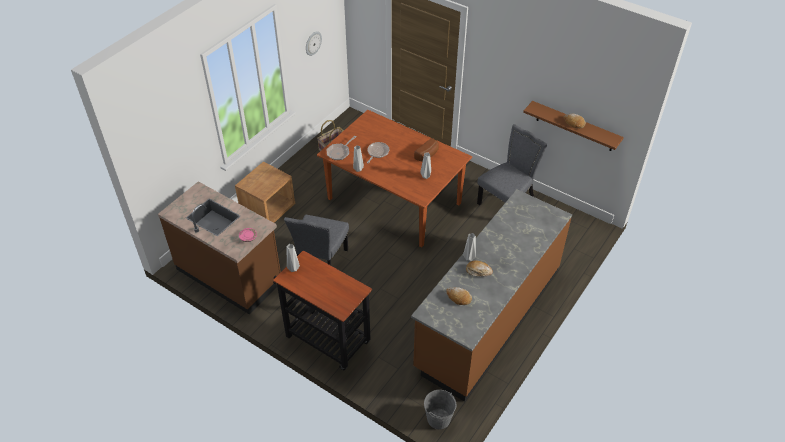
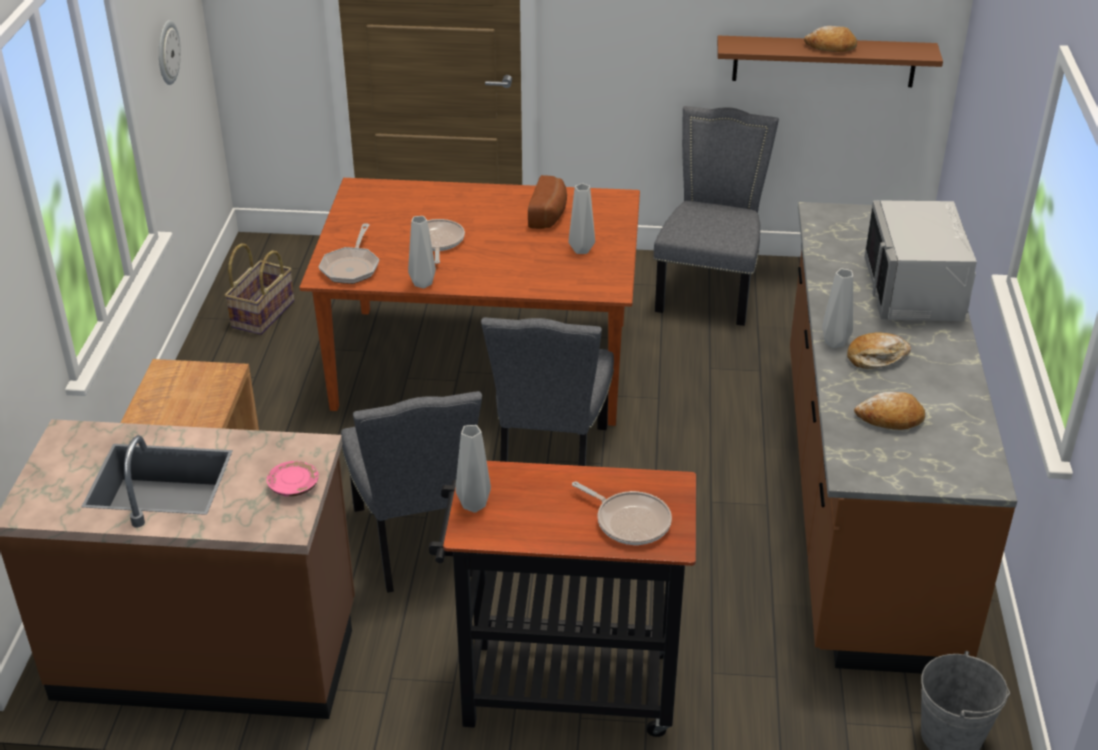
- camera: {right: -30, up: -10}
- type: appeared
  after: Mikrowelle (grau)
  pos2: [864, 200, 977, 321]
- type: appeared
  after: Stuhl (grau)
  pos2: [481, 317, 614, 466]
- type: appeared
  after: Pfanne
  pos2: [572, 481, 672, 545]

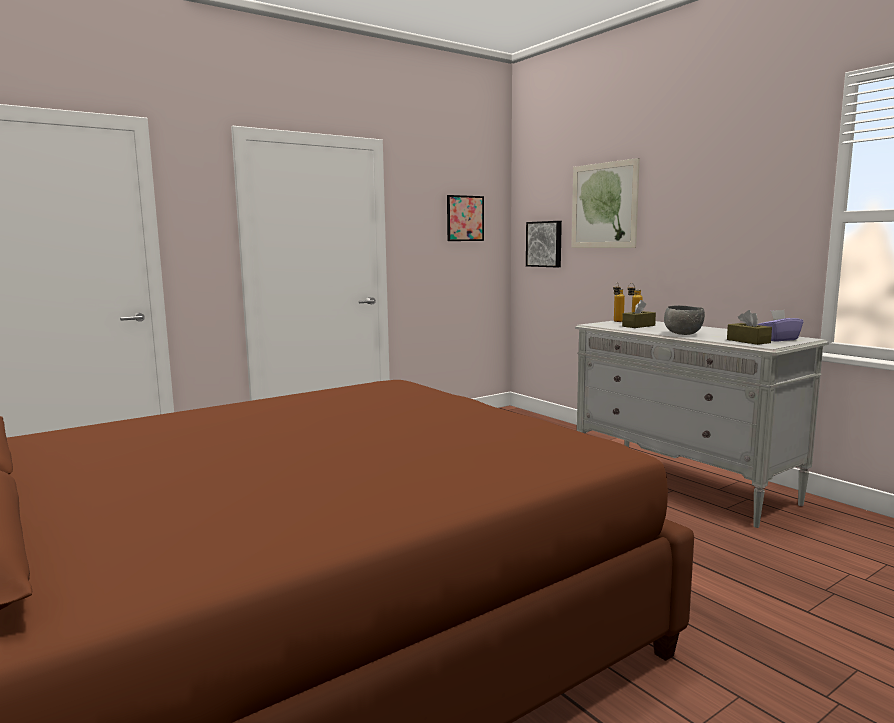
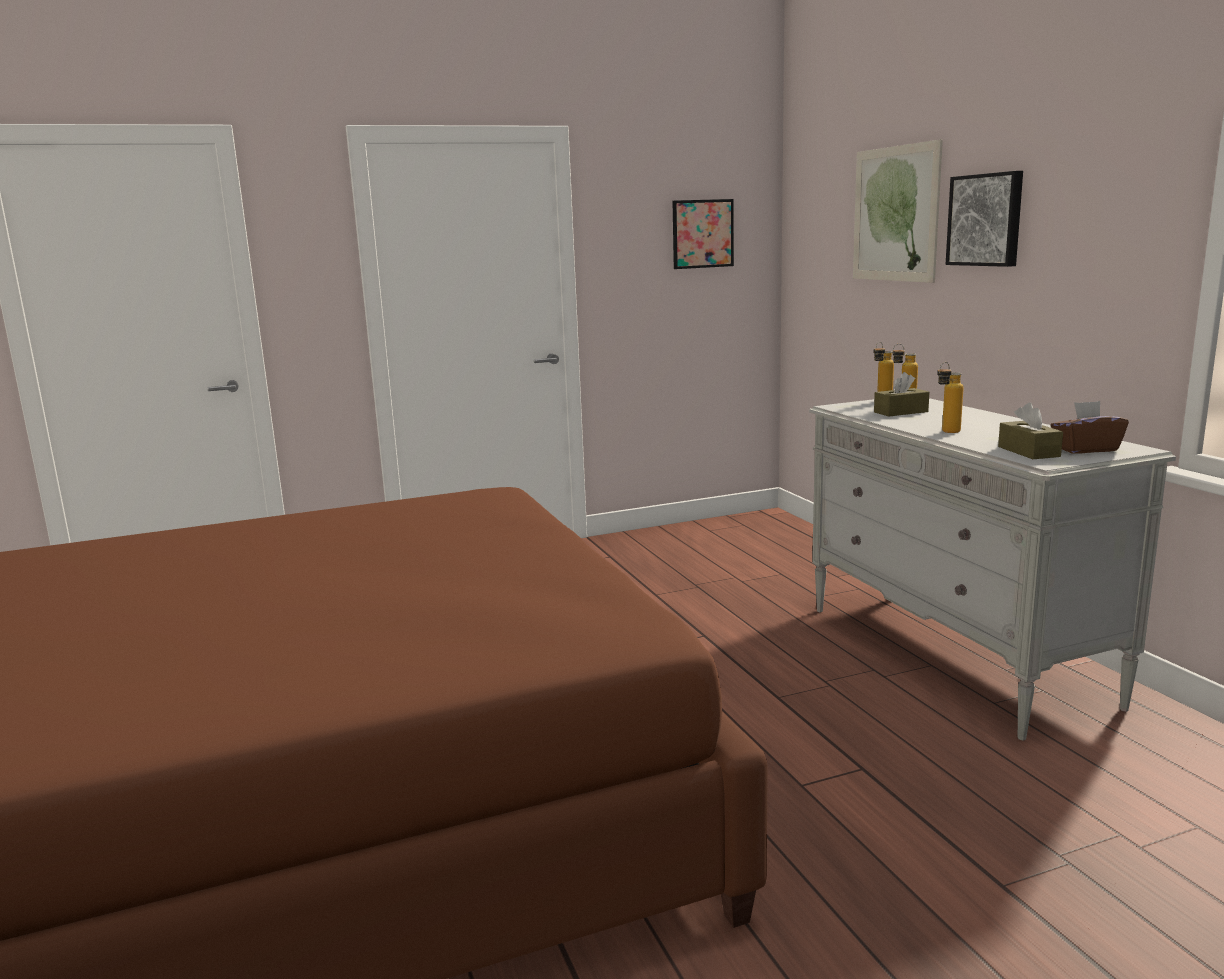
- camera: {right: 15, up: 5}
- type: relocated
  before: Bild
  pos1: [526, 221, 562, 267]
  pos2: [946, 171, 1023, 267]
- type: exchanged
  before: Schüssel (grau)
  after: Flasche
  pos1: [664, 305, 705, 335]
  pos2: [937, 362, 963, 433]
- type: colour
  before: Taschentuchbox (lila)
  after: Taschentuchbox (braun)
  pos1: [757, 310, 803, 341]
  pos2: [1050, 401, 1129, 454]

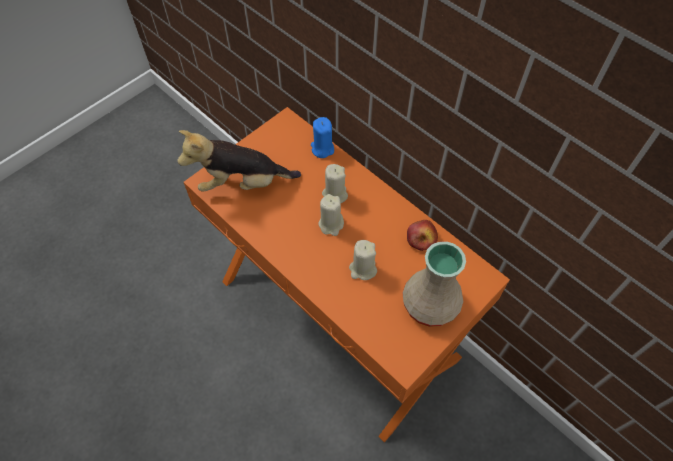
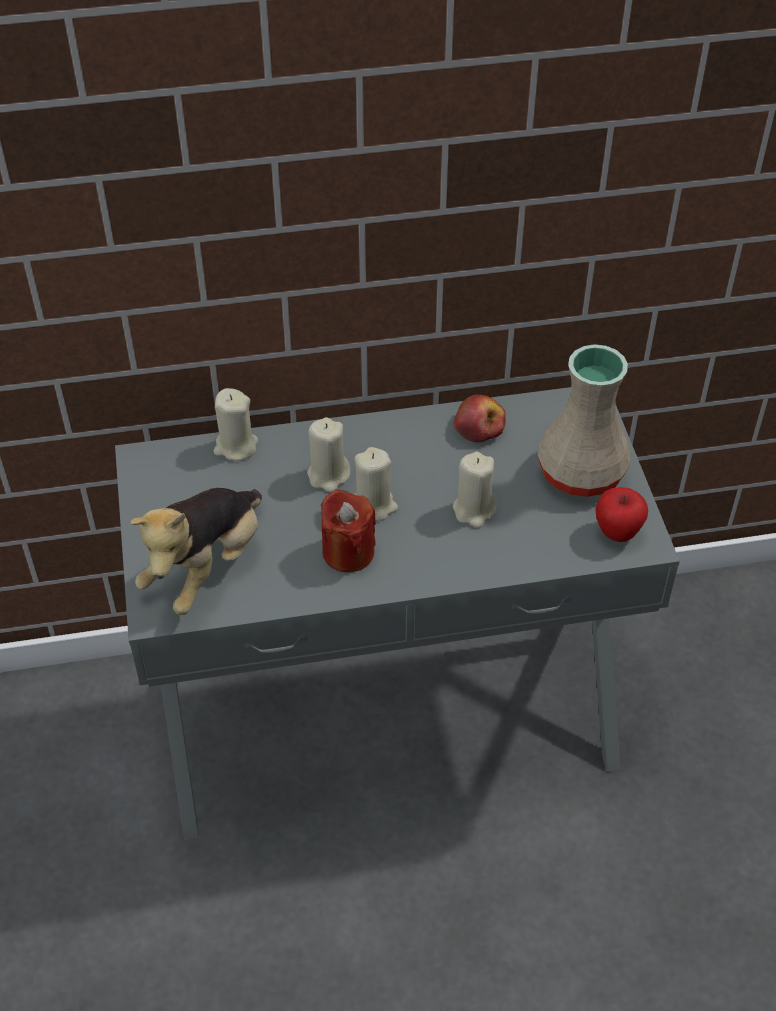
- camera: {right: -55, up: -10}
- type: colour
  before: Konsolentisch (orange)
  after: Konsolentisch (grau)
  pos1: [183, 107, 510, 442]
  pos2: [115, 387, 680, 841]
- type: colour
  before: Kerze (blau)
  after: Kerze (beige)
  pos1: [311, 117, 334, 158]
  pos2: [214, 388, 258, 461]
- type: appeared
  after: Apfel
  pos2: [596, 487, 648, 542]
- type: appeared
  after: Kerze (rot)
  pos2: [321, 489, 376, 572]

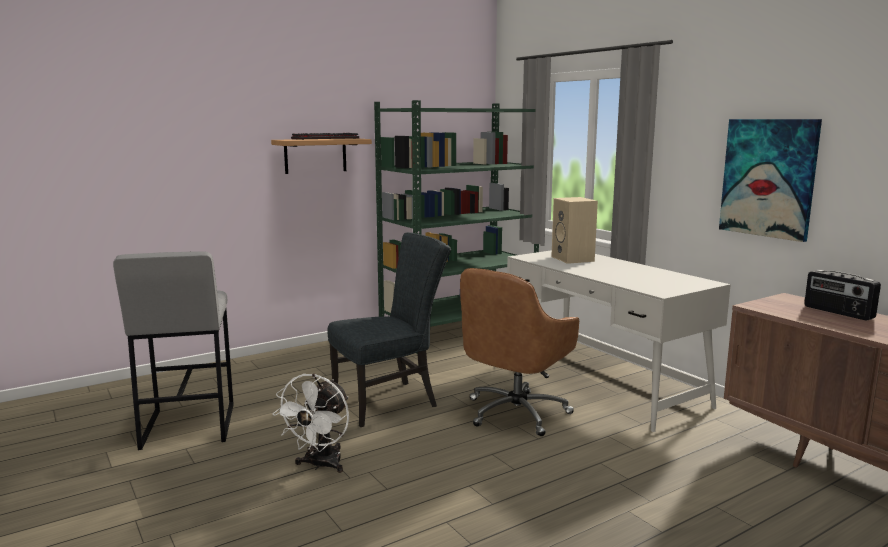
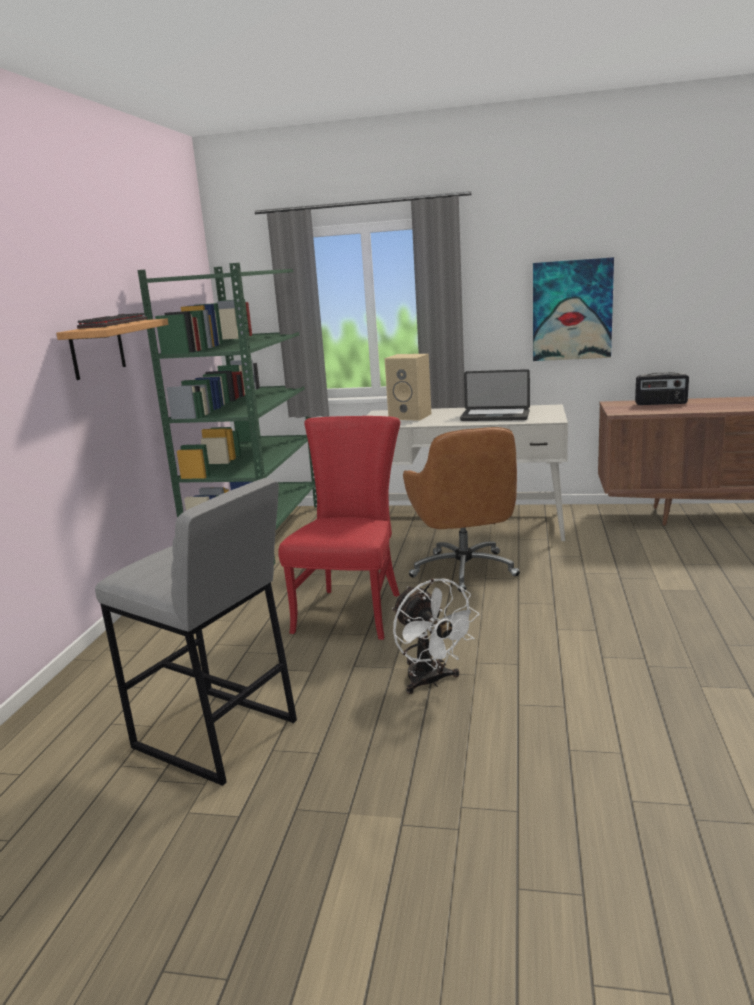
- camera: {right: -45, up: 5}
- type: colour
  before: Stuhl (grau)
  after: Stuhl (rot)
  pos1: [327, 232, 452, 427]
  pos2: [278, 416, 400, 640]
- type: appeared
  after: Laptop
  pos2: [460, 369, 530, 421]

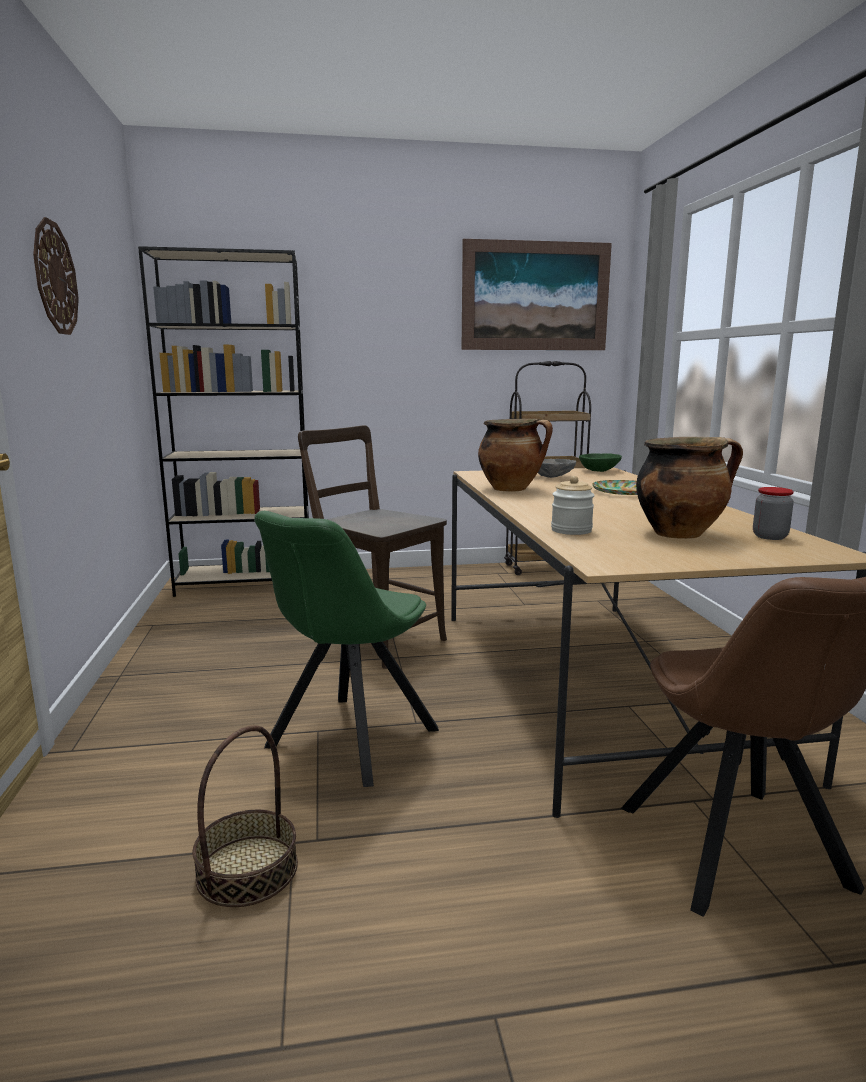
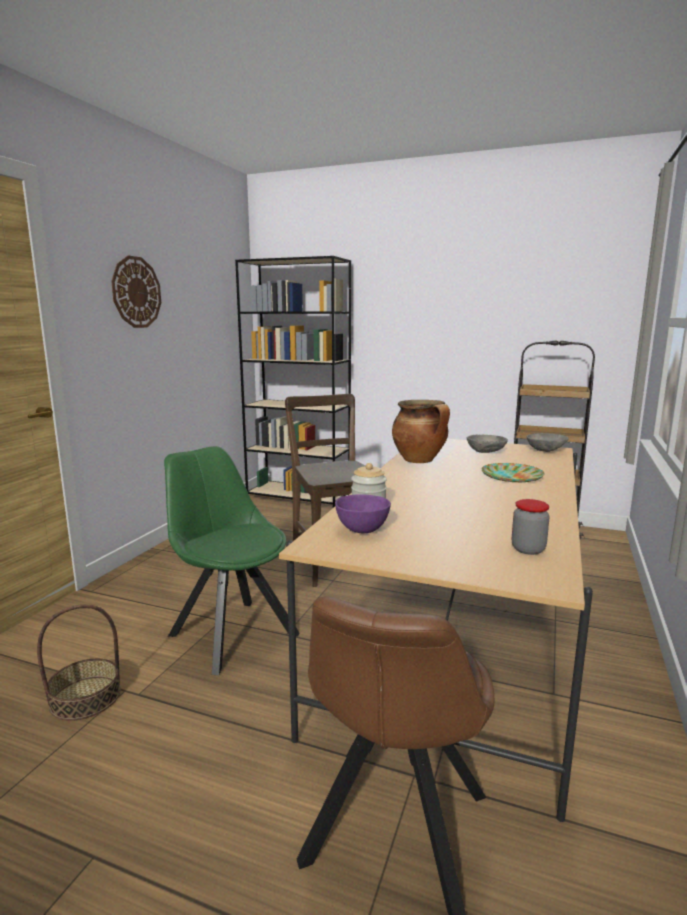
- camera: {right: 30, up: 0}
- type: missing
  before: Bild
  pos1: [462, 239, 612, 350]
- type: missing
  before: Kochtopf
  pos1: [636, 437, 743, 539]
- type: colour
  before: Schüssel (grün)
  after: Schüssel (grau)
  pos1: [579, 453, 622, 472]
  pos2: [527, 433, 569, 452]
- type: spun
  before: Stuhl (grün)
  pos1: [254, 511, 439, 787]
  pos2: [164, 446, 300, 675]
  turn: 75
- type: appeared
  after: Schüssel (lila)
  pos2: [335, 494, 391, 533]

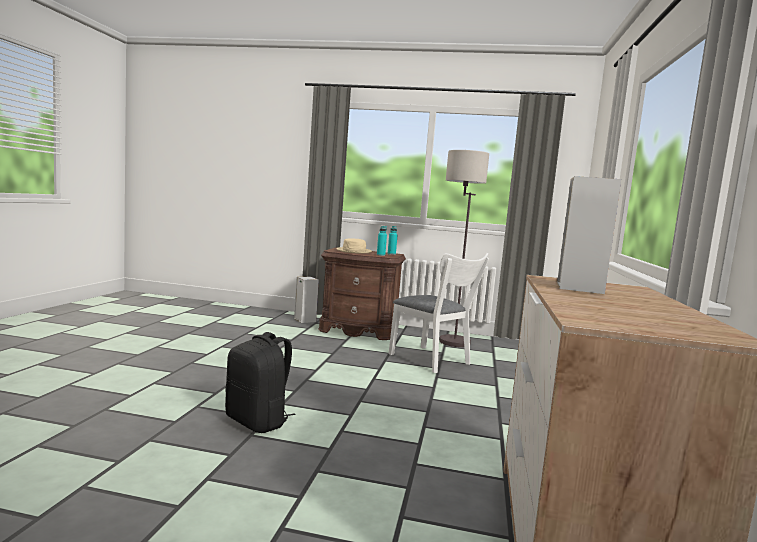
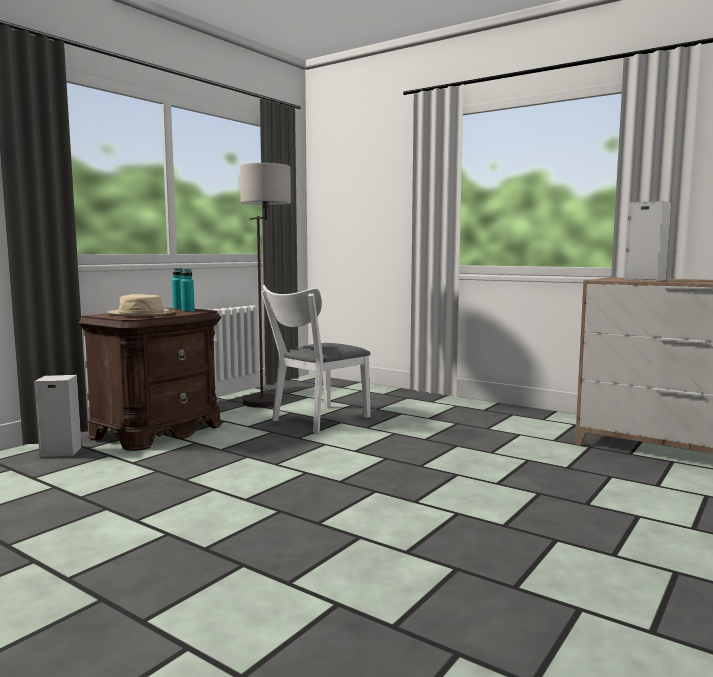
- camera: {right: -65, up: 0}
- type: spun
  before: Stuhl (weiß)
  pos1: [389, 253, 489, 373]
  pos2: [261, 285, 371, 433]
  turn: 150
- type: missing
  before: Rucksack (schwarz)
  pos1: [225, 332, 296, 433]

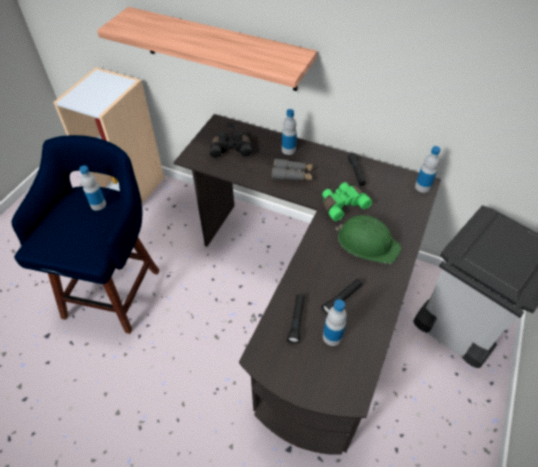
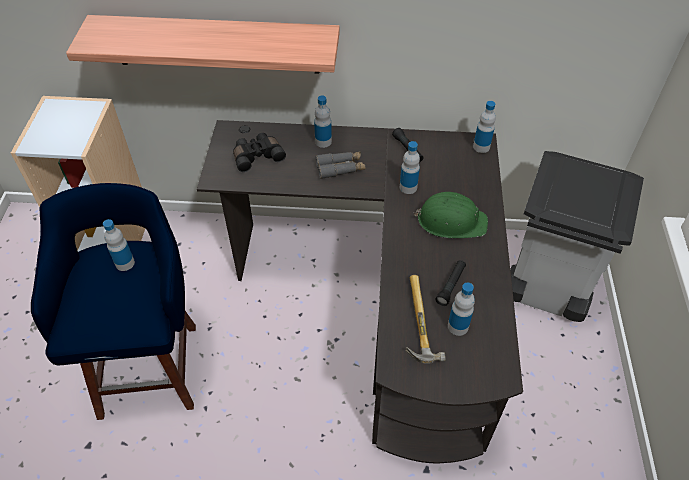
- camera: {right: -20, up: 0}
- type: exchanged
  before: Fernglas (grün)
  after: Flasche
  pos1: [322, 182, 372, 221]
  pos2: [400, 141, 420, 194]
- type: exchanged
  before: Taschenlampe (schwarz)
  after: Hammer
  pos1: [287, 294, 305, 344]
  pos2: [405, 275, 446, 364]

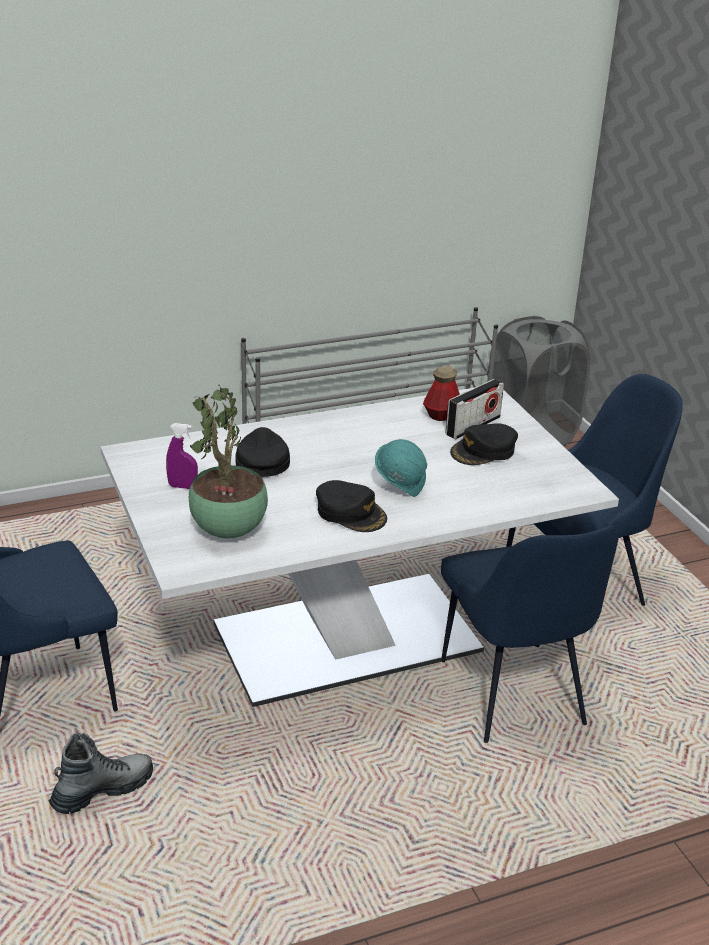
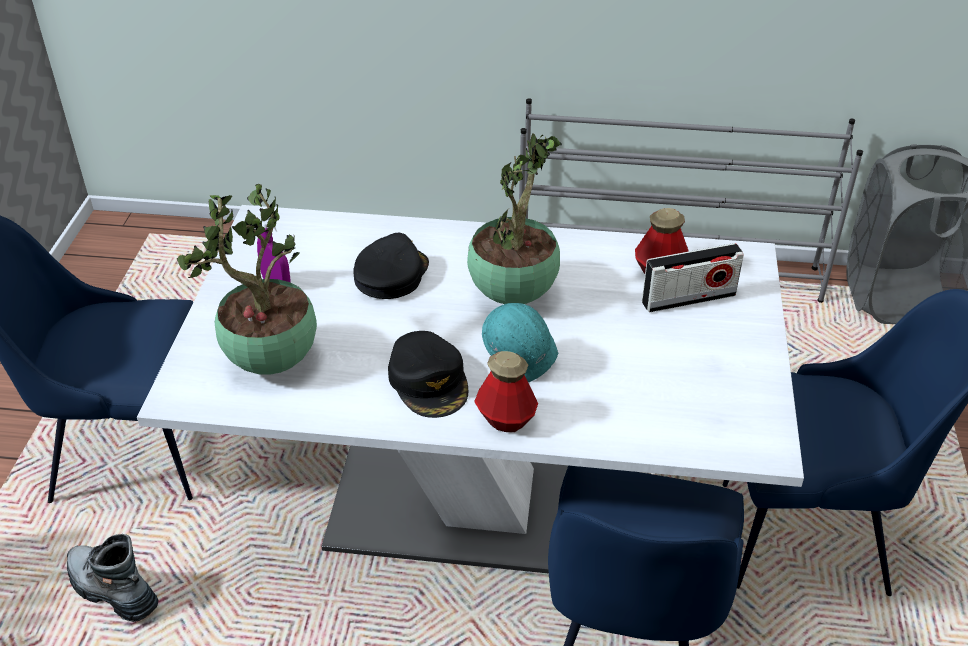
- camera: {right: 30, up: 10}
- type: missing
  before: Kappe (schwarz)
  pos1: [450, 423, 518, 465]
- type: spun
  before: Stiefel
  pos1: [49, 733, 153, 814]
  pos2: [67, 534, 158, 622]
  turn: -135
- type: appeared
  after: Topfpflanze
  pos2: [467, 133, 562, 304]
- type: appeared
  after: Flasche
  pos2: [474, 351, 538, 432]

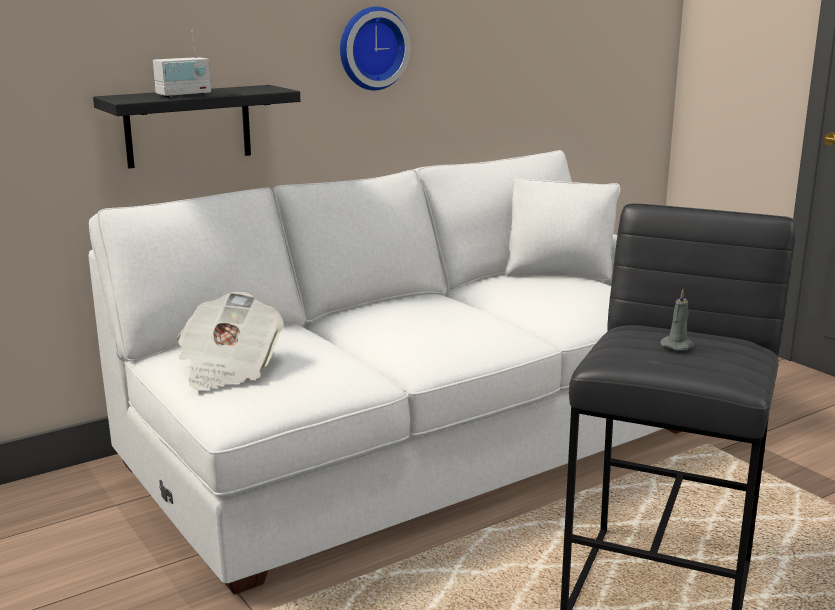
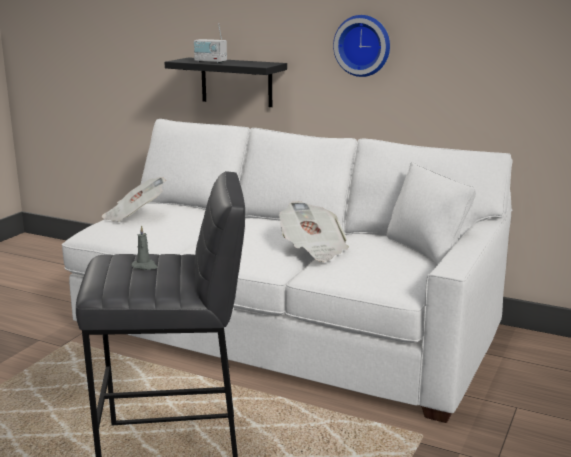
- camera: {right: 60, up: 0}
- type: appeared
  after: Zeitung
  pos2: [279, 201, 349, 262]

